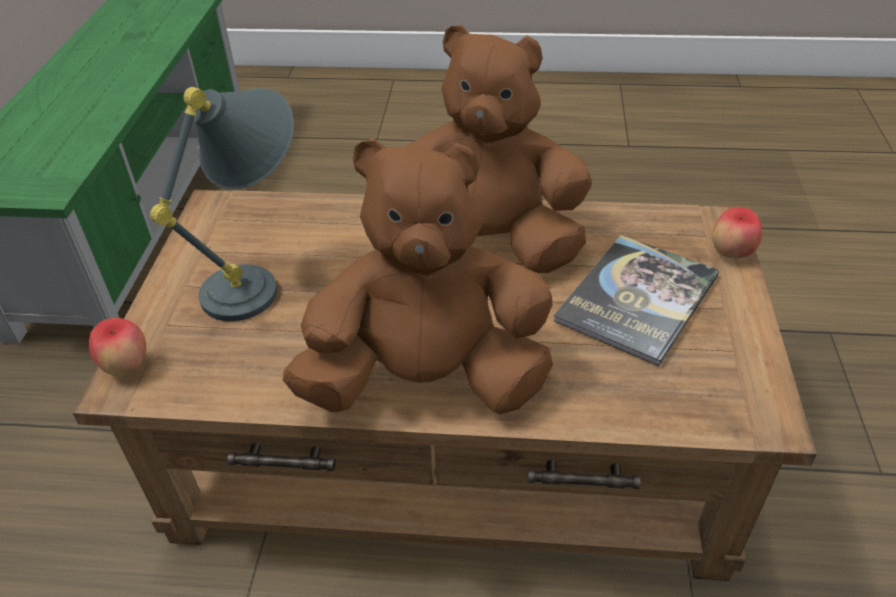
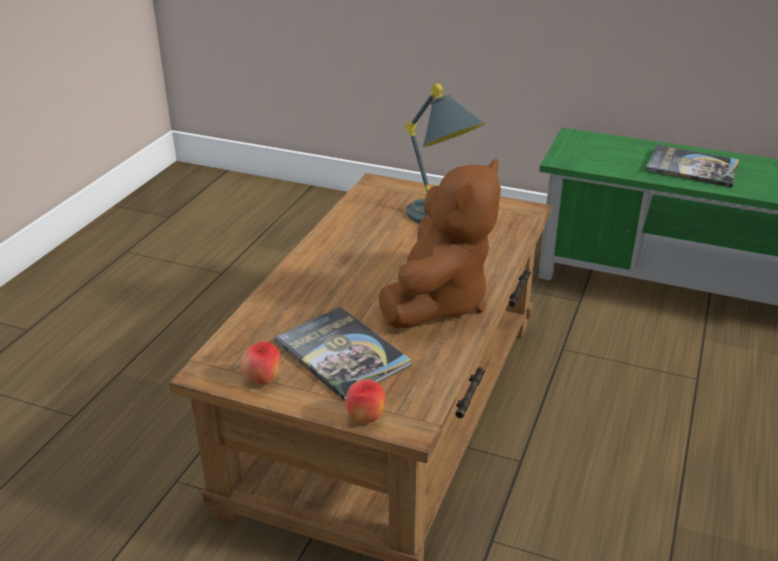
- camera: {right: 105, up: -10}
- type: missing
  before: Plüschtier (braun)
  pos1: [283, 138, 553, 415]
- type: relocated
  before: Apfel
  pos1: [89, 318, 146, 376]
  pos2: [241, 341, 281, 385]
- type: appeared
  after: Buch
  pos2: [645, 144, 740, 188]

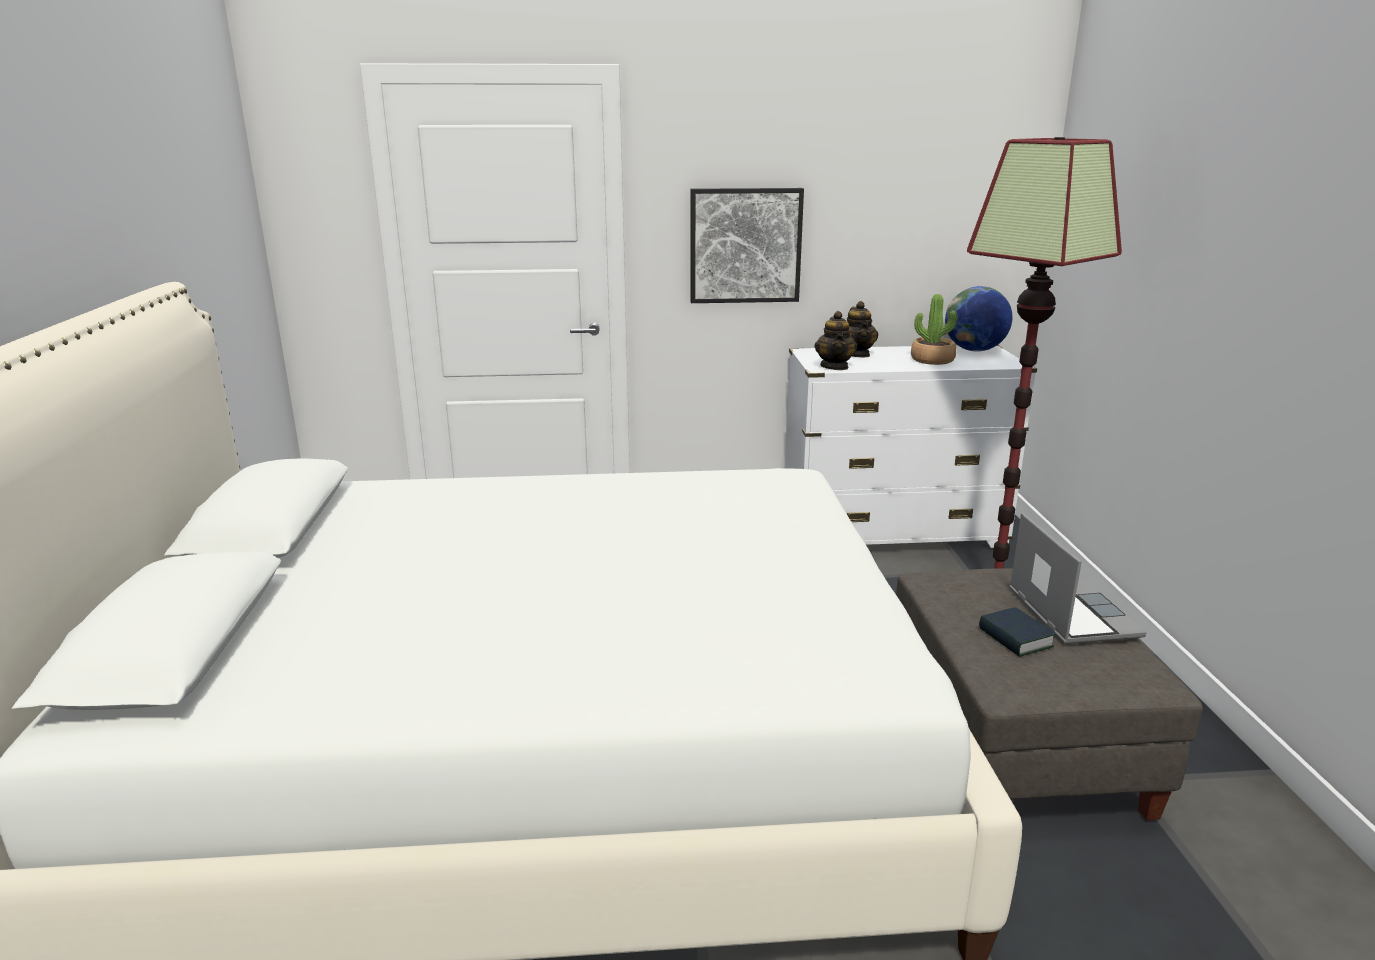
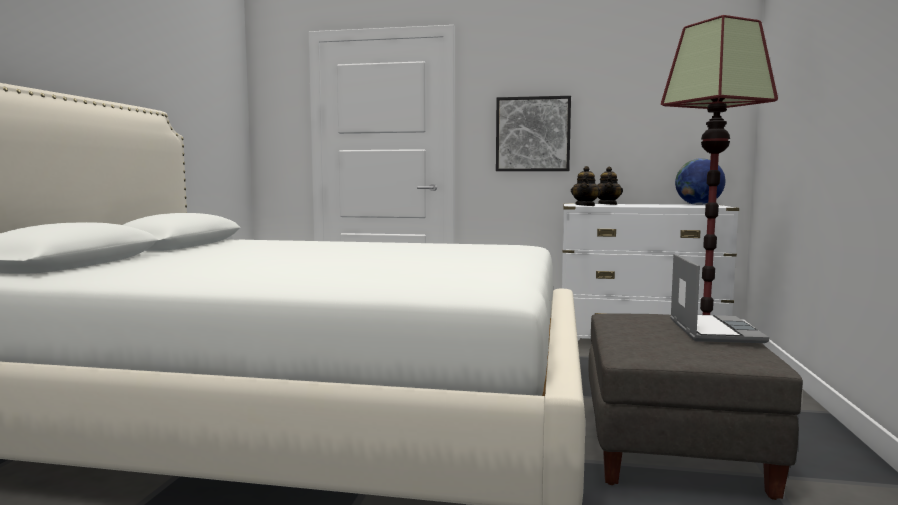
- camera: {right: 15, up: -15}
- type: missing
  before: Topfpflanze
  pos1: [911, 294, 957, 365]
- type: missing
  before: Buch
  pos1: [979, 607, 1056, 657]

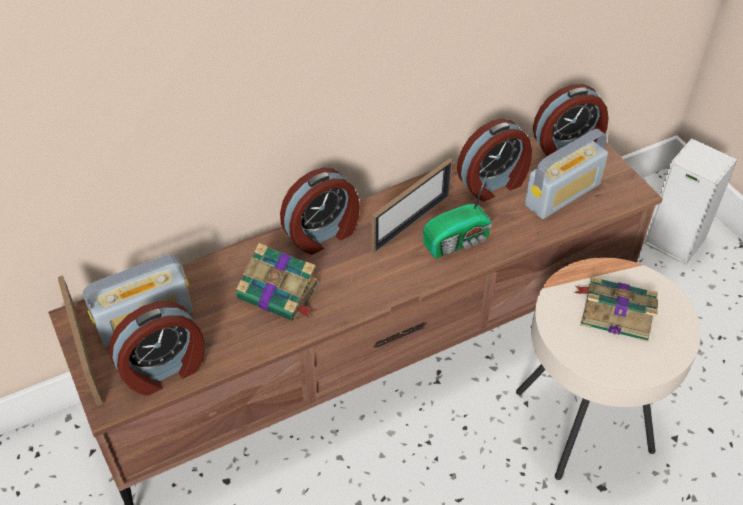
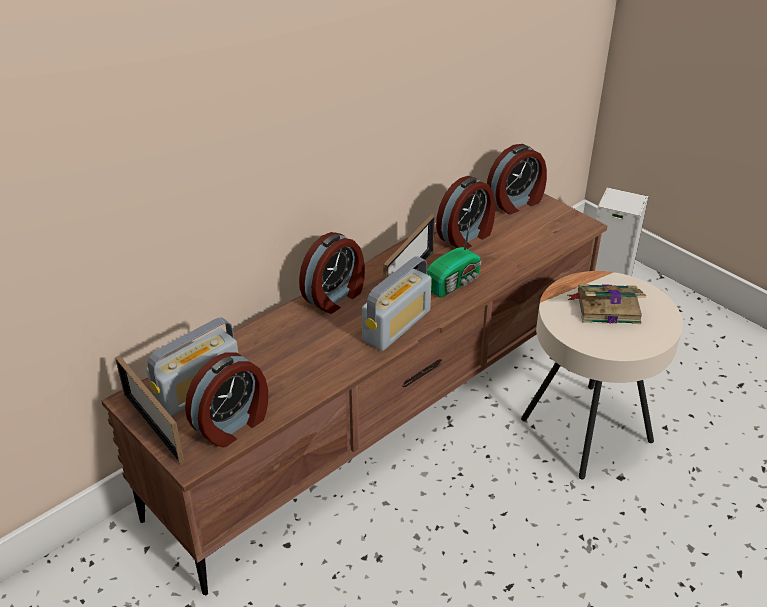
- camera: {right: -15, up: -10}
- type: relocated
  before: Radio
  pos1: [525, 129, 608, 219]
  pos2: [362, 256, 432, 351]
- type: missing
  before: Buch
  pos1: [236, 243, 320, 321]

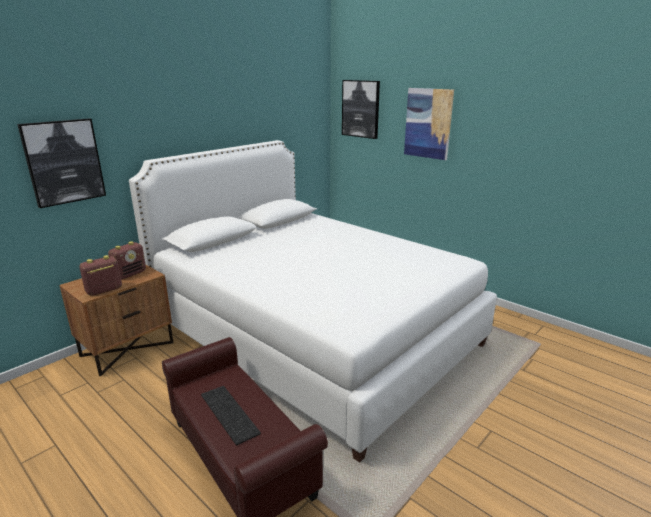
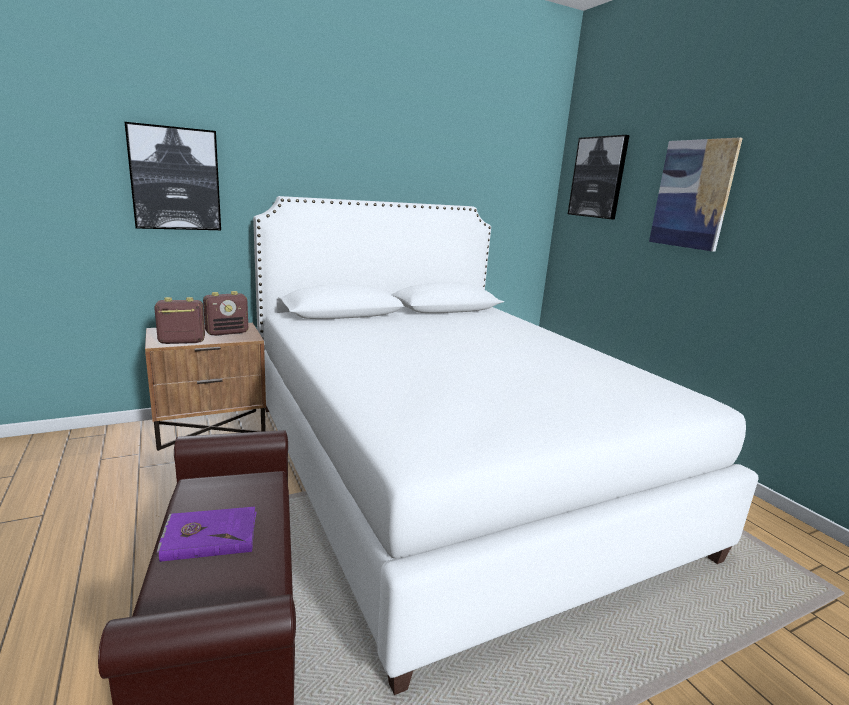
- camera: {right: 20, up: -5}
- type: exchanged
  before: Tastatur
  after: Buch (lila)
  pos1: [201, 386, 261, 445]
  pos2: [157, 507, 257, 562]

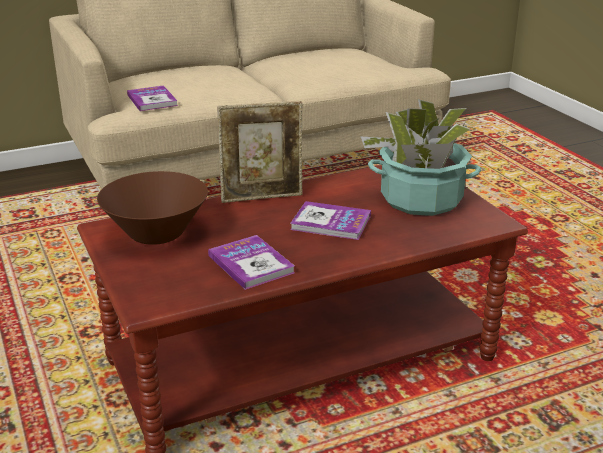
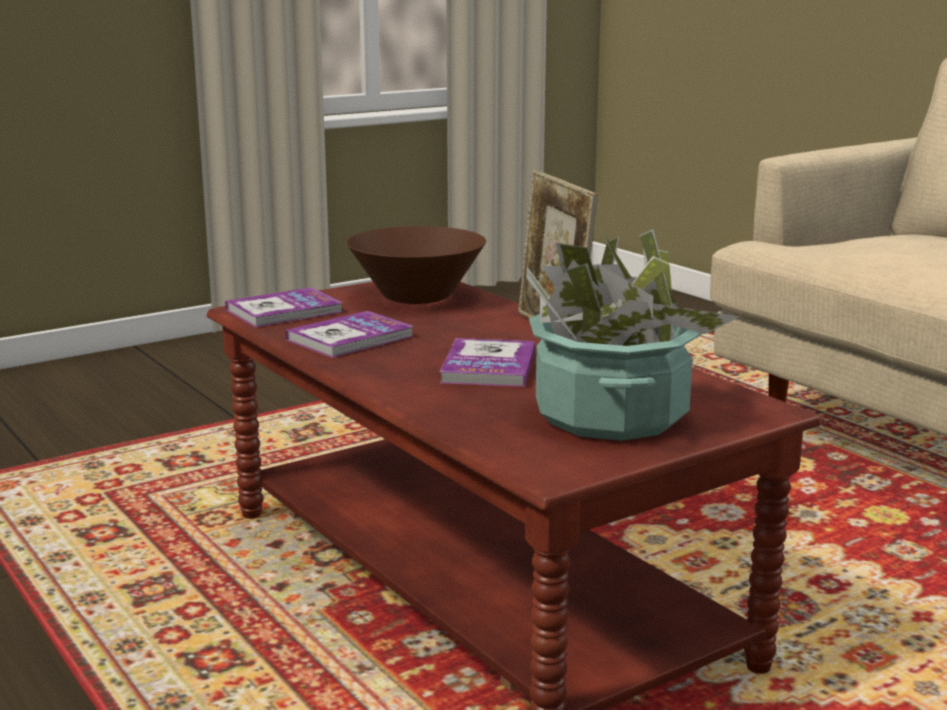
- camera: {right: 80, up: -10}
- type: relocated
  before: Buch
  pos1: [127, 85, 178, 111]
  pos2: [225, 287, 343, 327]

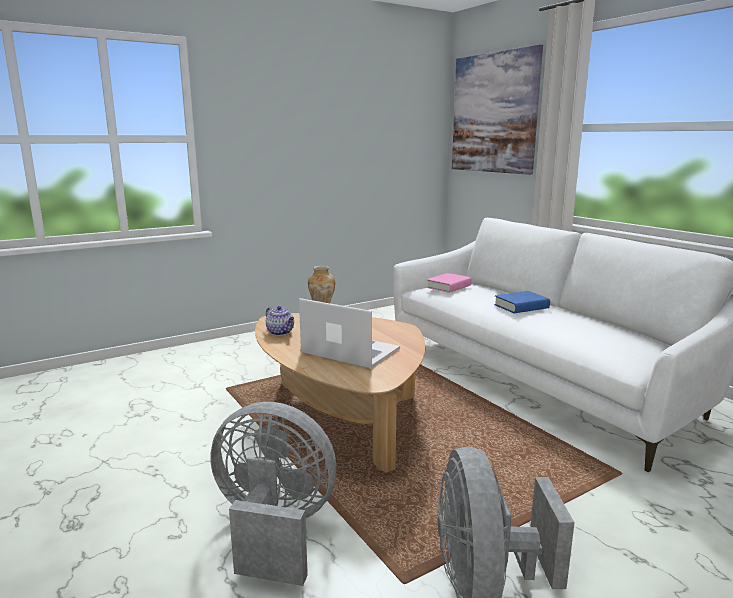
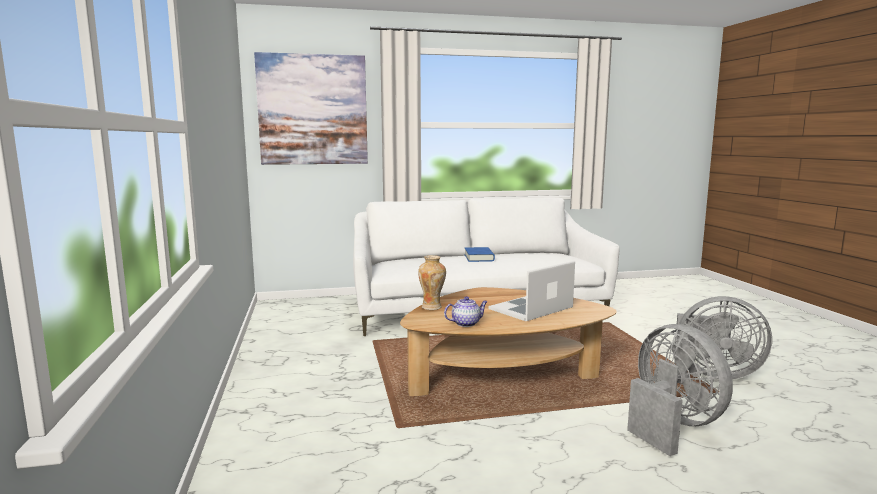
- camera: {right: -70, up: -5}
- type: missing
  before: Buch (rosa)
  pos1: [426, 273, 472, 293]
- type: spun
  before: Ventilator (grau)
  pos1: [210, 402, 336, 586]
  pos2: [627, 324, 733, 456]
  turn: 120

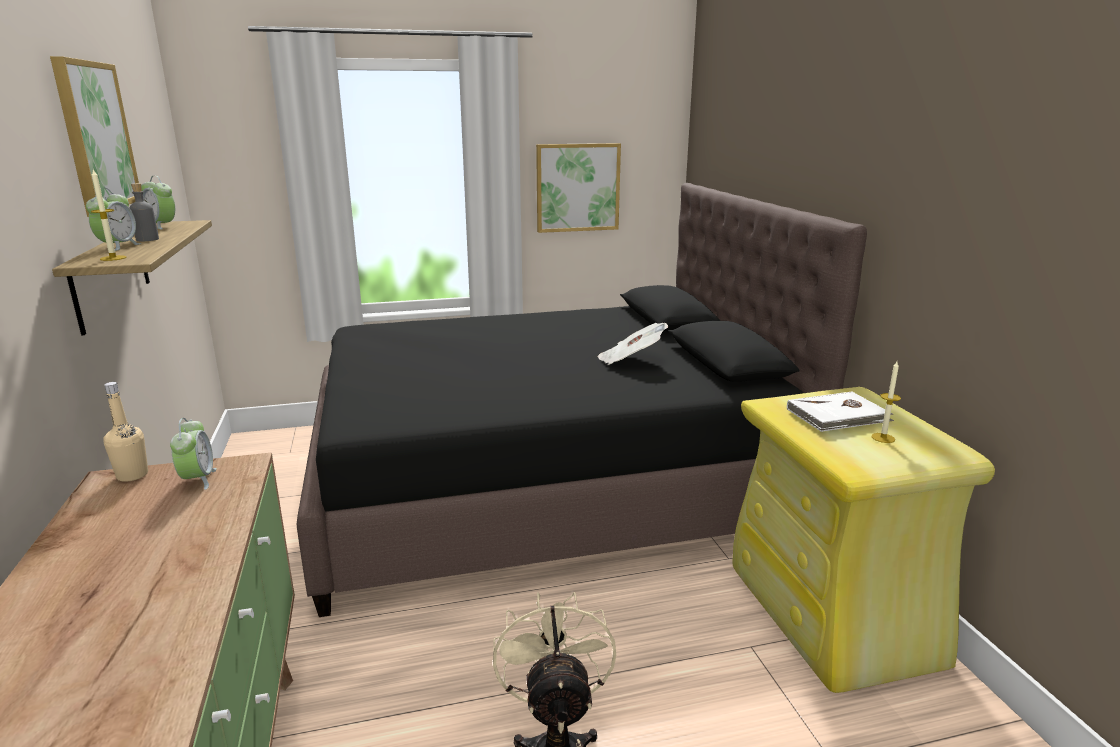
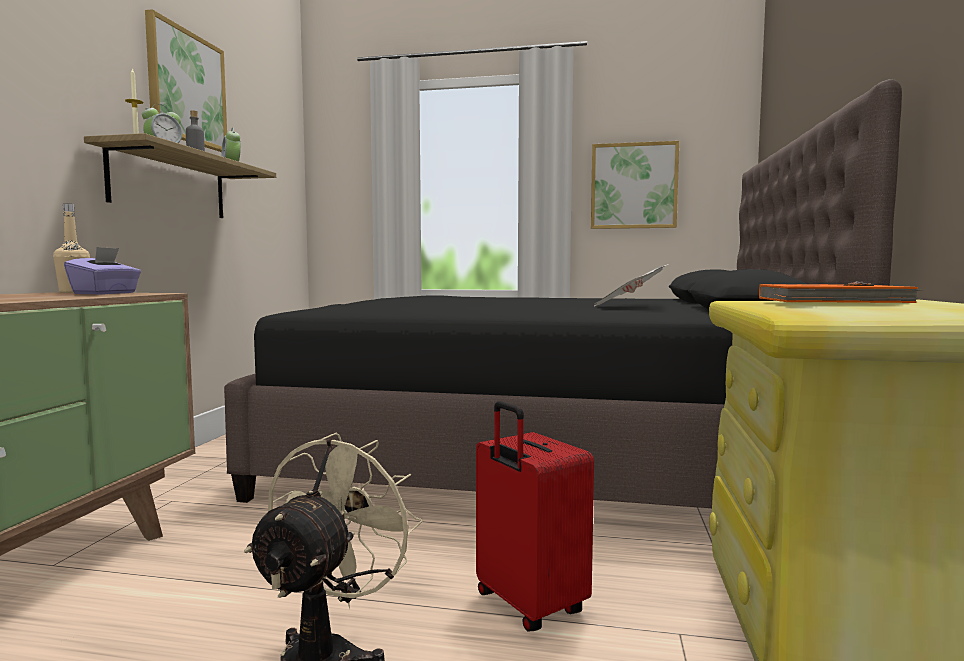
- camera: {right: 25, up: -15}
- type: missing
  before: Kerze
  pos1: [872, 362, 901, 443]
- type: colour
  before: Buch (weiß)
  after: Buch (orange)
  pos1: [787, 391, 894, 432]
  pos2: [759, 281, 923, 303]
- type: exchanged
  before: Wecker
  after: Taschentuchbox (lila)
  pos1: [170, 418, 217, 490]
  pos2: [64, 247, 141, 294]
- type: appeared
  after: Koffer (rot)
  pos2: [476, 401, 594, 632]

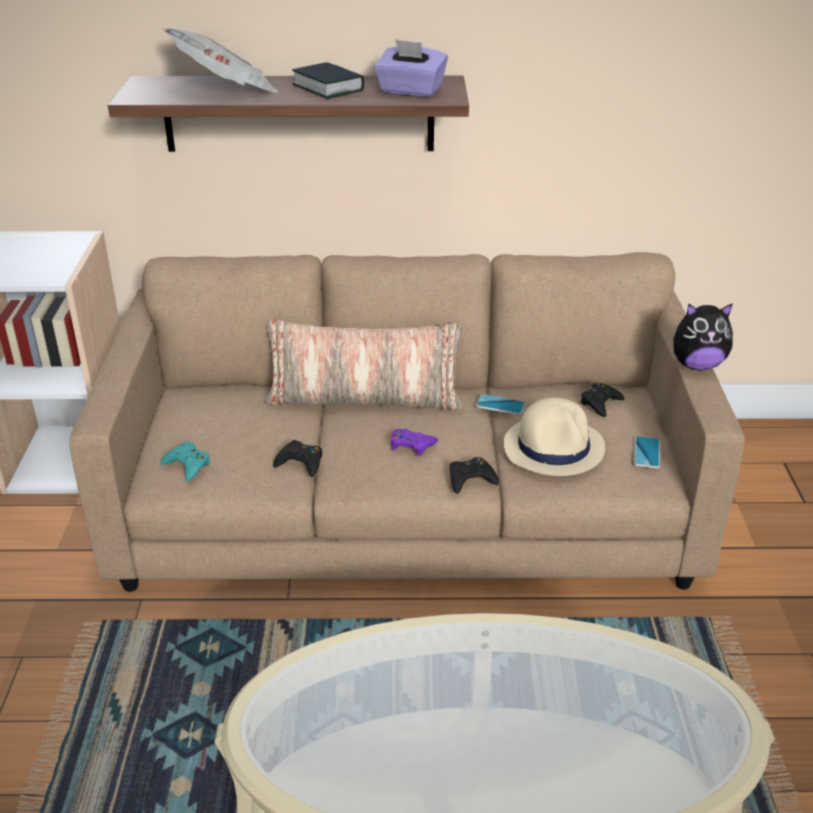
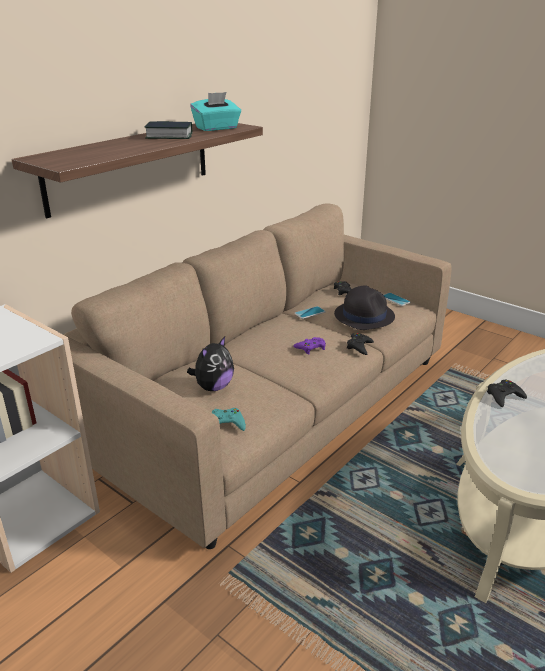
- camera: {right: -50, up: -5}
- type: missing
  before: Zeitung
  pos1: [162, 28, 279, 93]
- type: colour
  before: Taschentuchbox (lila)
  after: Taschentuchbox (türkis)
  pos1: [375, 39, 448, 97]
  pos2: [190, 92, 241, 131]
- type: relocated
  before: Plüschtier
  pos1: [673, 303, 733, 371]
  pos2: [187, 337, 234, 391]
- type: missing
  before: Kissen
  pos1: [264, 318, 463, 410]
- type: colour
  before: Hut (beige)
  after: Hut (schwarz)
  pos1: [504, 397, 605, 476]
  pos2: [334, 286, 395, 330]
- type: relocated
  before: Gamepad (schwarz)
  pos1: [273, 440, 322, 477]
  pos2: [487, 380, 527, 407]

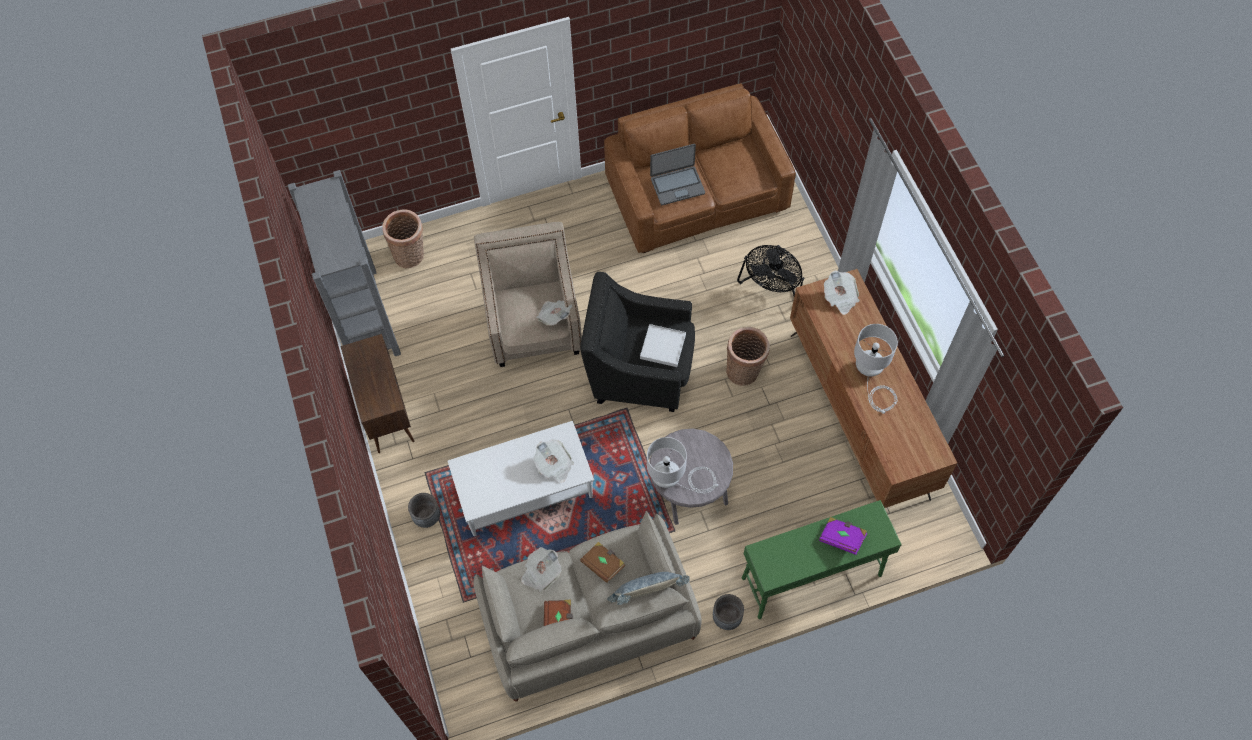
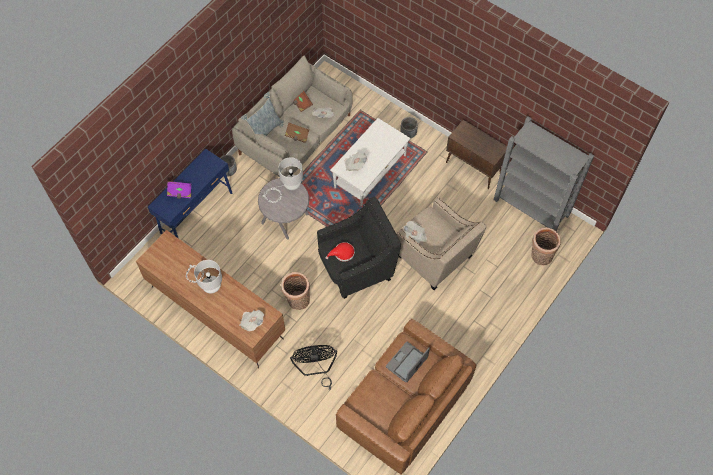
- camera: {right: 145, up: 0}
- type: exchanged
  before: Tablett (weiß)
  after: Hut (rot)
  pos1: [640, 324, 686, 367]
  pos2: [325, 242, 355, 262]
- type: colour
  before: Konsolentisch (grün)
  after: Konsolentisch (blau)
  pos1: [742, 500, 902, 619]
  pos2: [148, 149, 232, 239]

